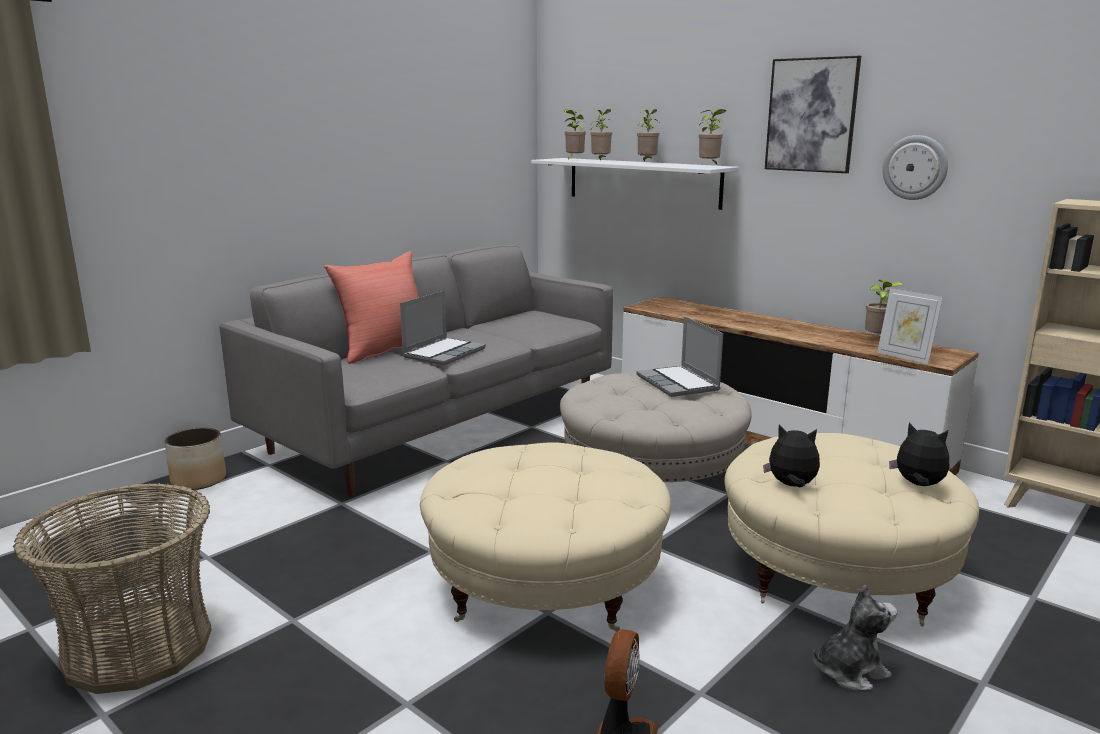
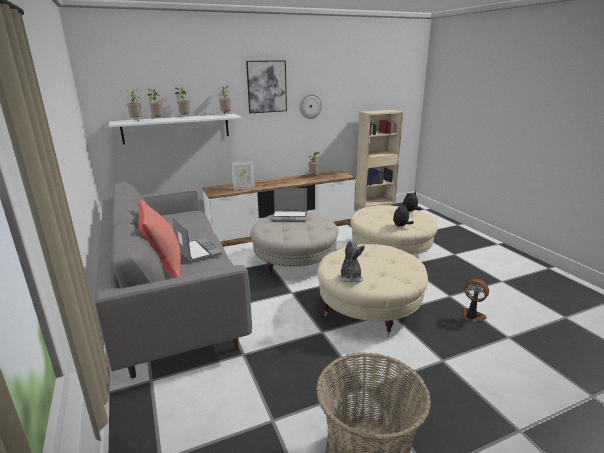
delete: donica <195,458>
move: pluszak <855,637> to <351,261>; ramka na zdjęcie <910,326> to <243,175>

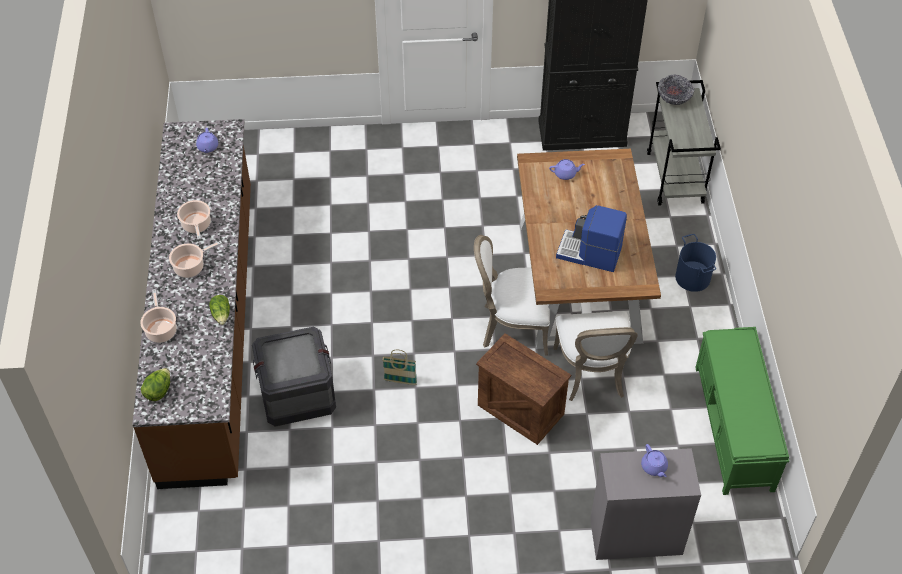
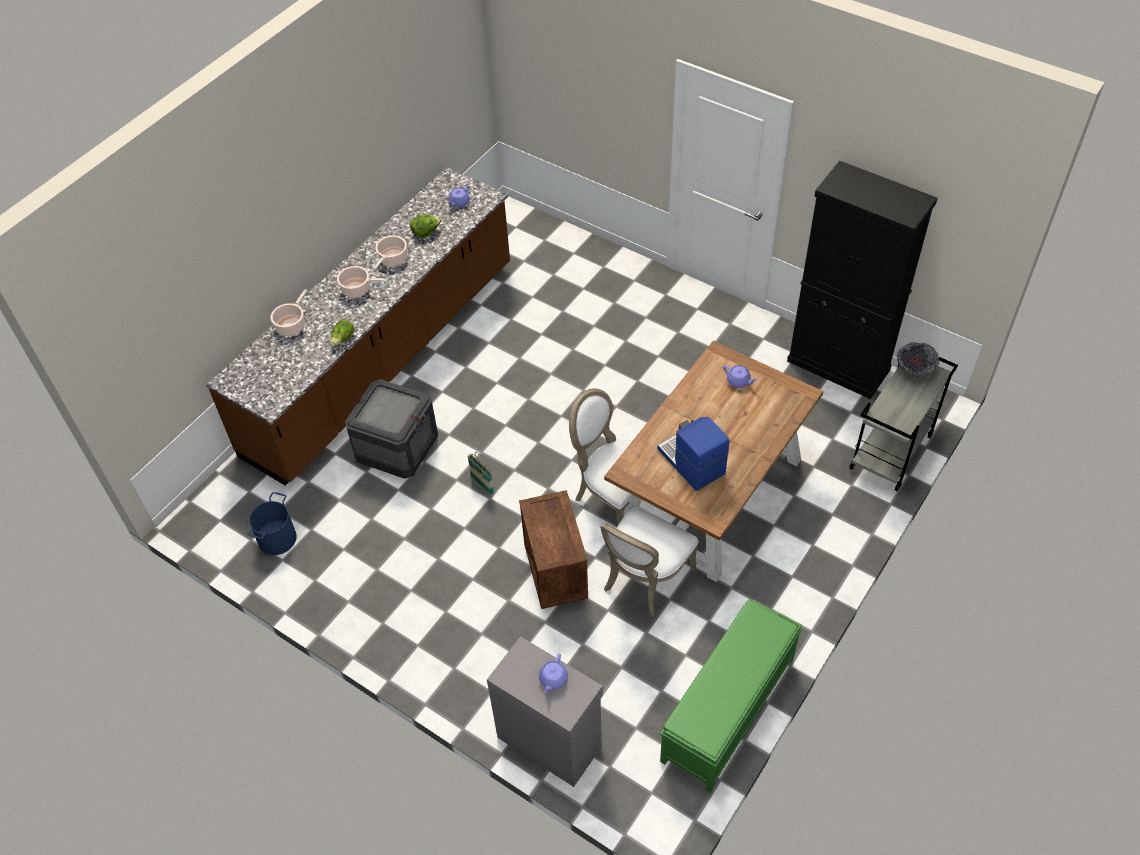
move: sałata <155,384> to <425,226>; wiadro/niebieski <695,263> to <272,523>

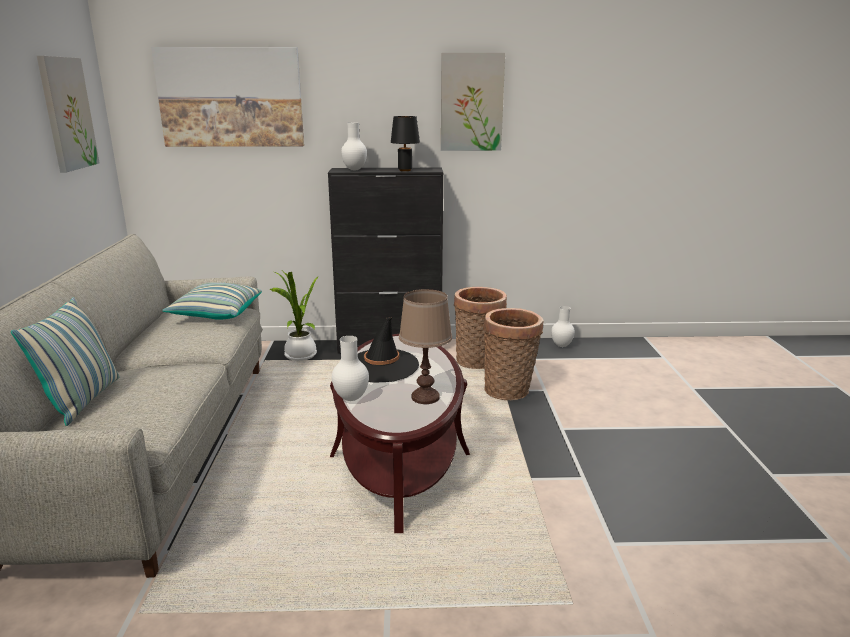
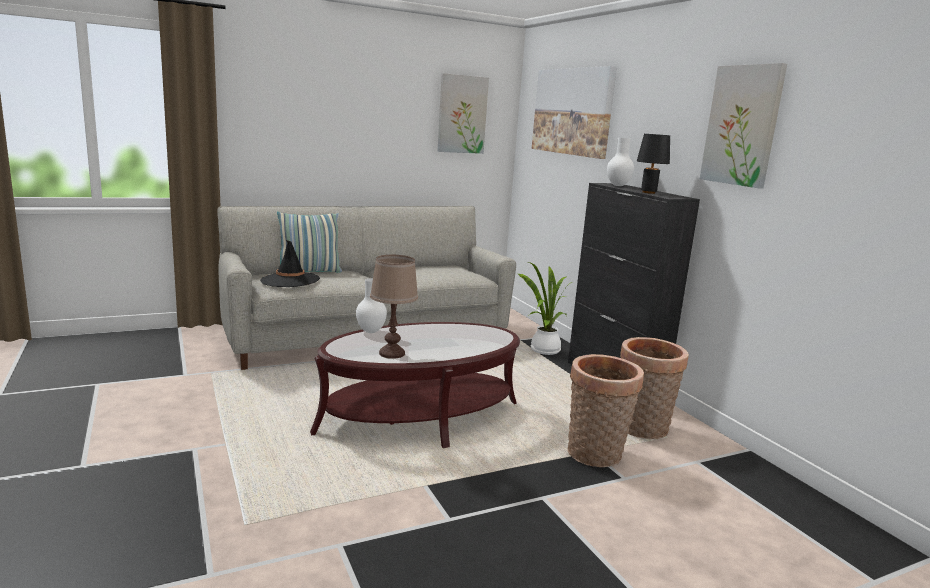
delete: poduszka <212,301>; wazon/biały <563,326>
move: kapelusz/czarny <388,349> to <290,263>

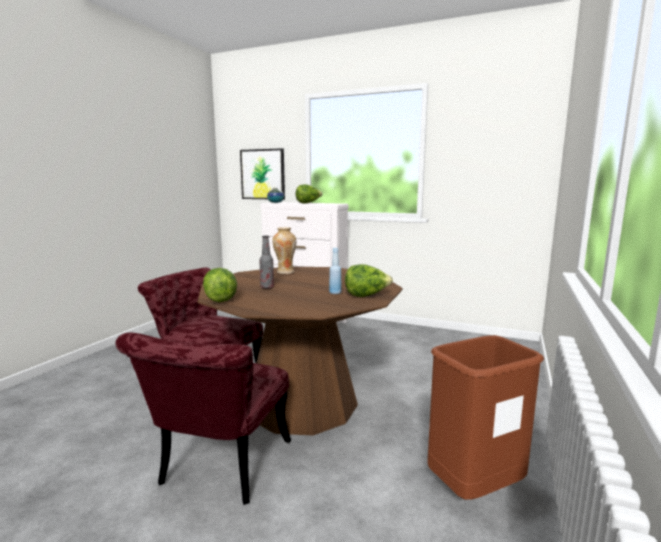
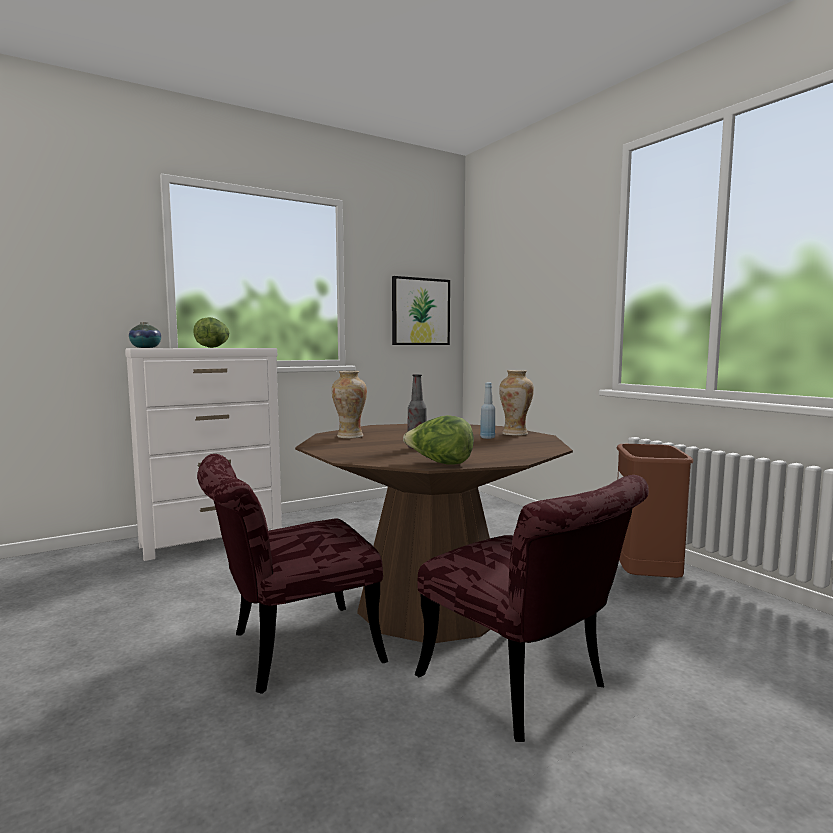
move: obraz <262,174> to <421,310>
replace: sałata <369,280> to wazon <516,403>

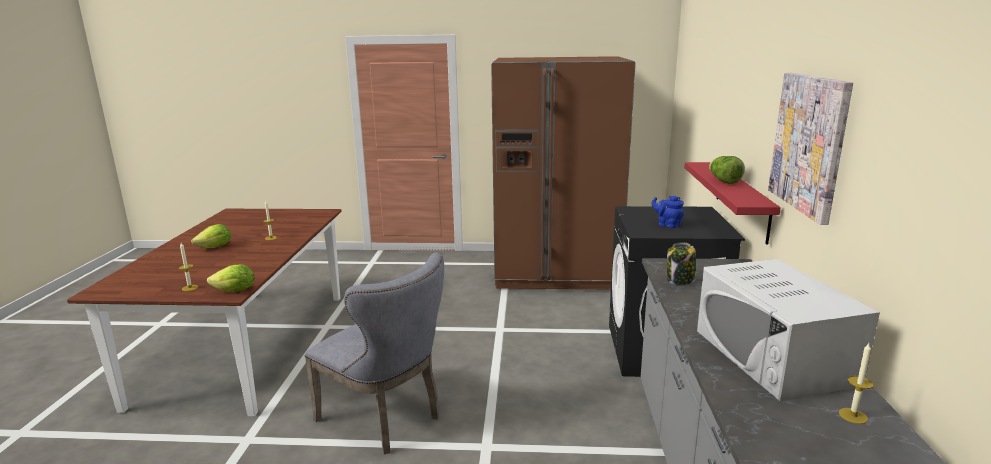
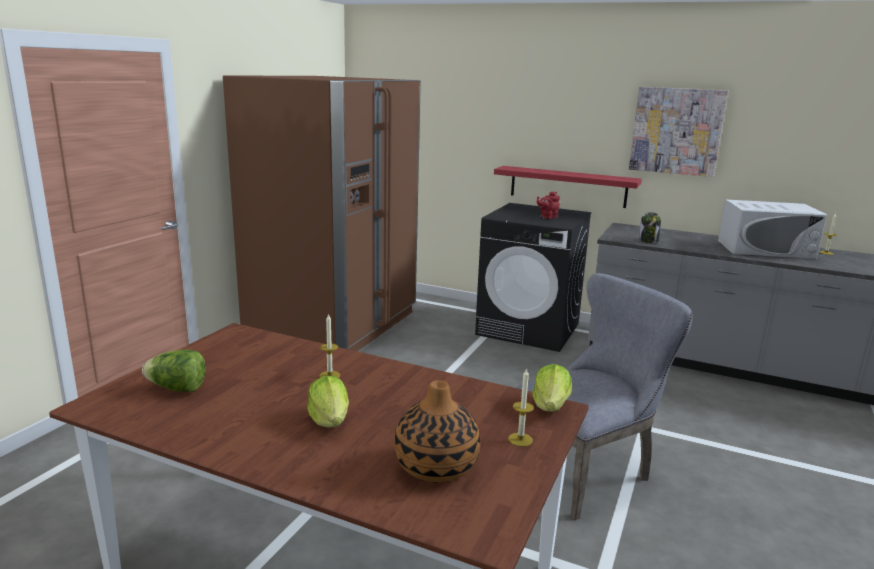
insert: wazon <437,431>
move: sałata <727,170> to <174,371>
recolor: imbryk/niebieski <667,212> to imbryk/czerwony <548,205>

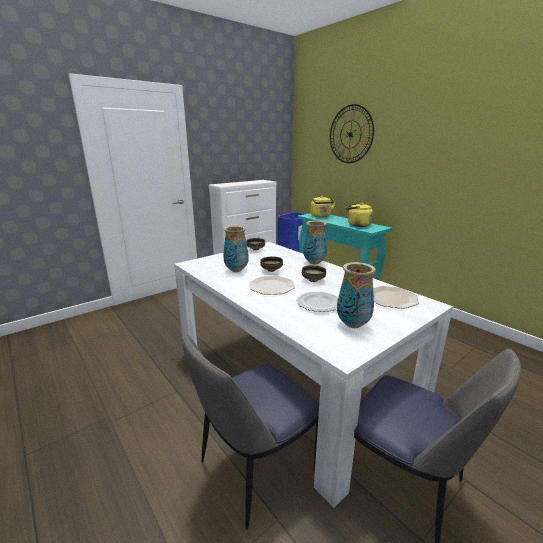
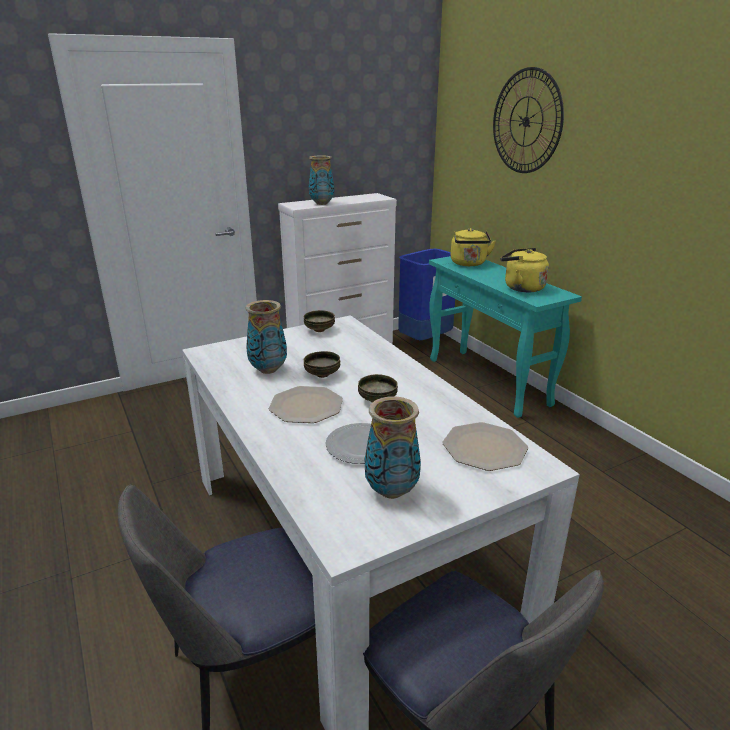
move: wazon <315,242> to <321,180>

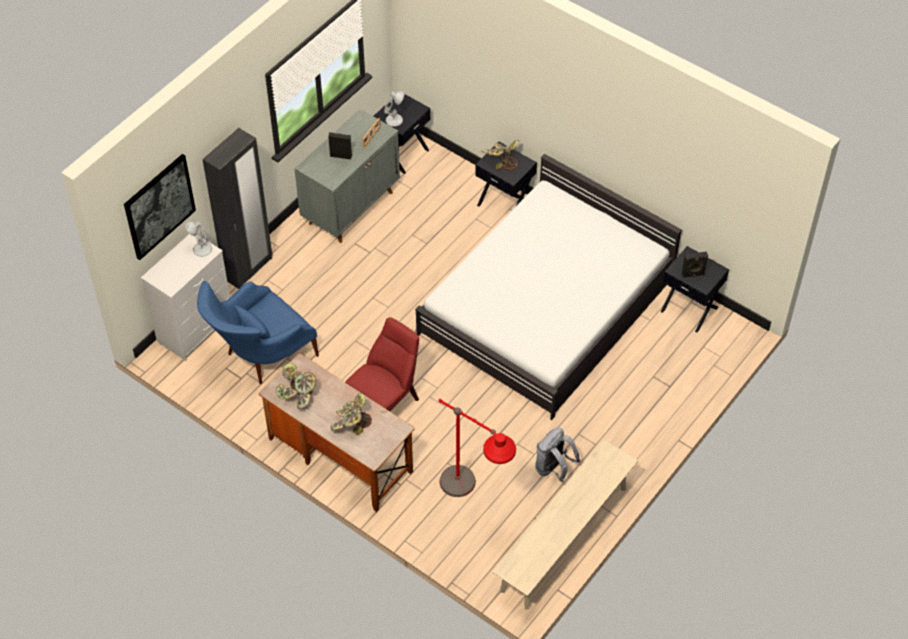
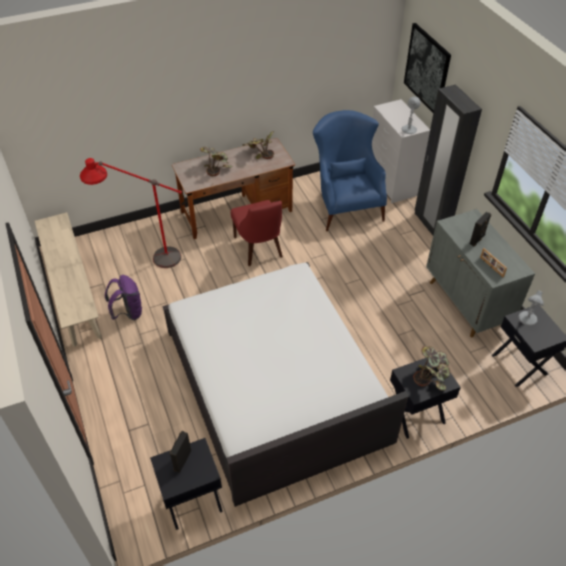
recolor: plecak/szary <557,455> to plecak/fioletowy <124,297>

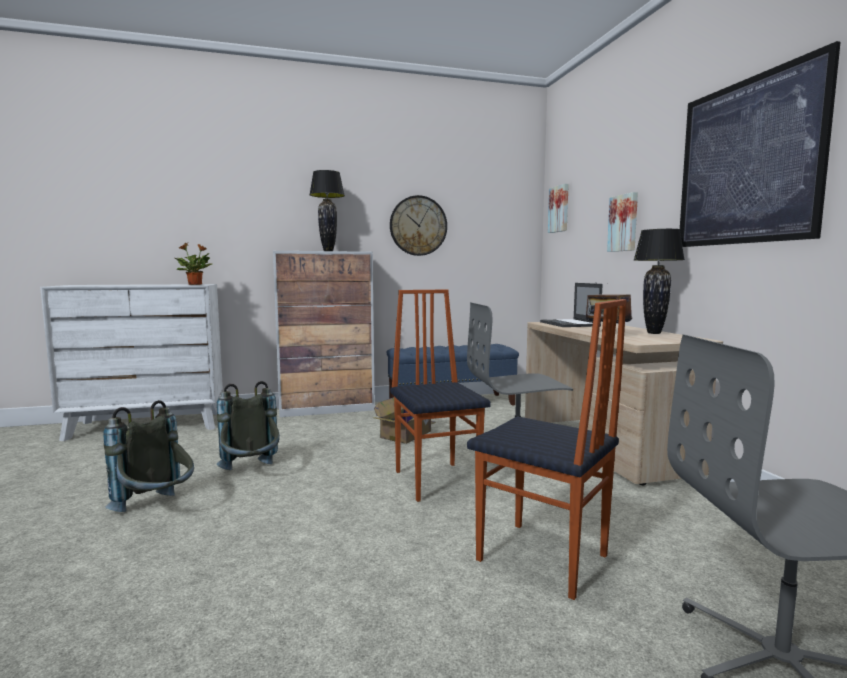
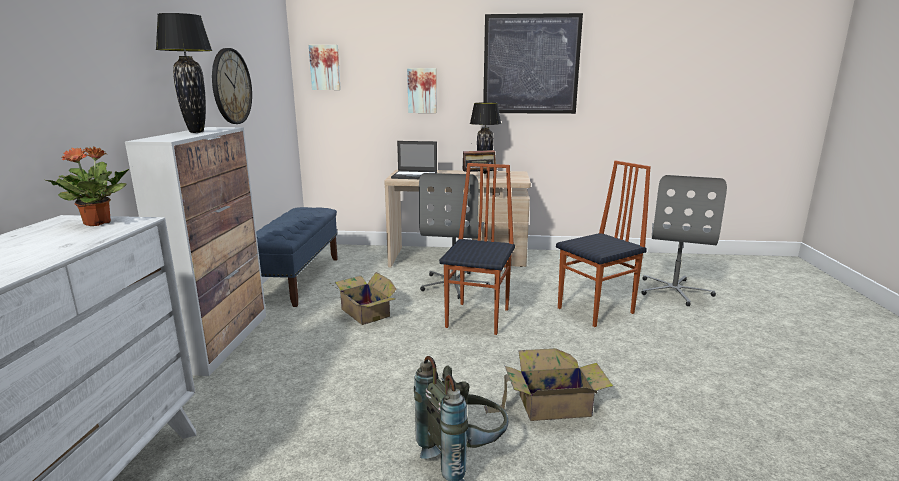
delete: plecak/szary <248,425>
insert: karton <548,384>
rotate: krzesło <440,395> = <477,249> 105 degrees clockwise

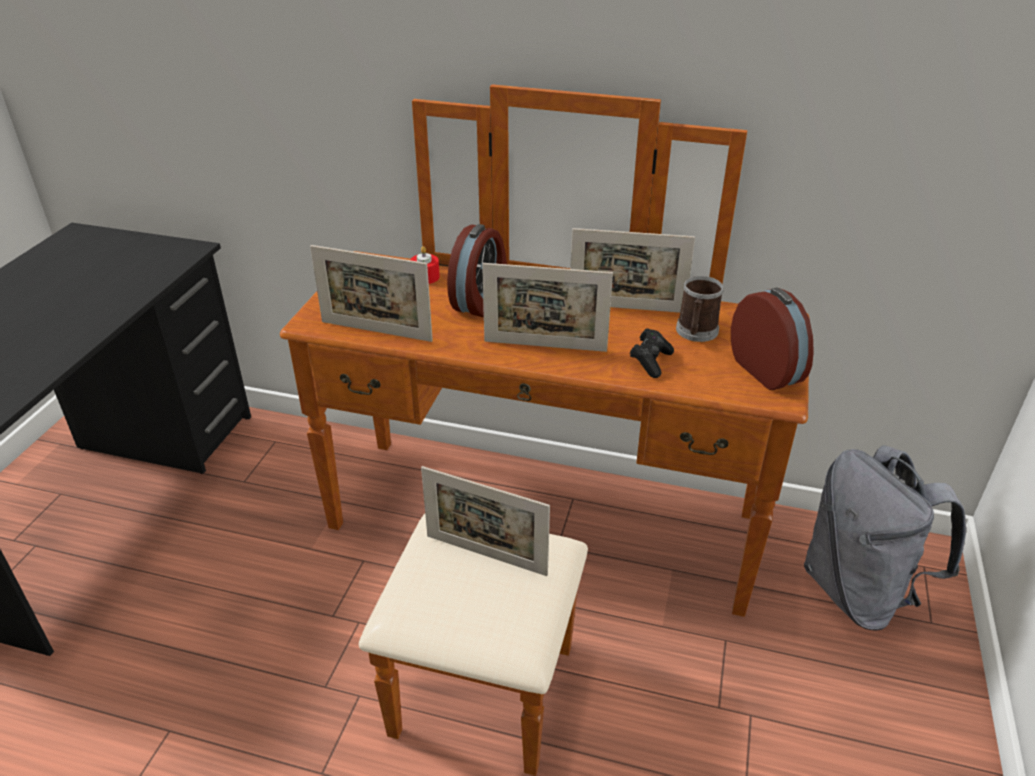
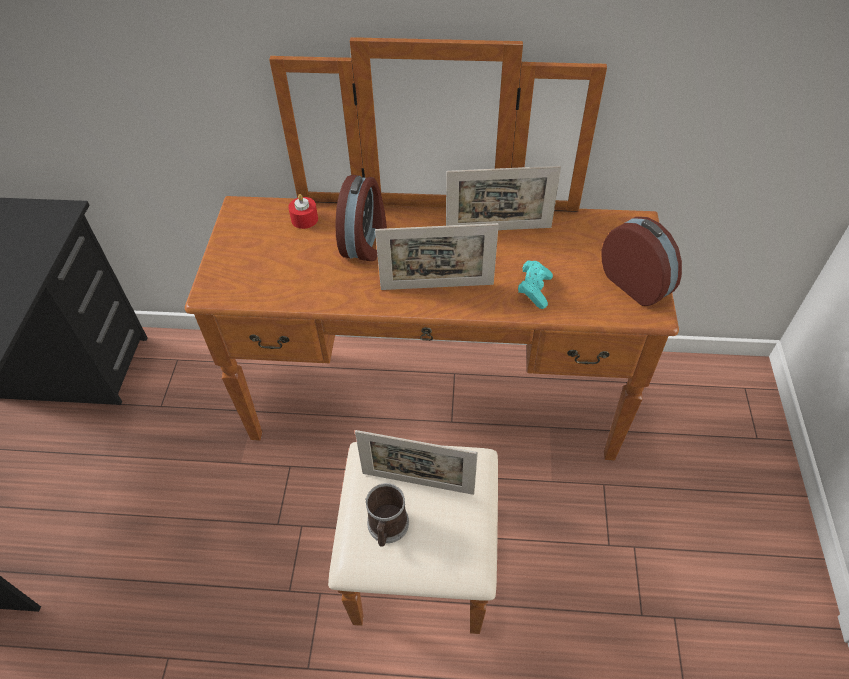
delete: ramka na zdjęcie <371,293>; plecak/szary <885,538>
move: kubek <700,309> to <387,515>
recolor: pad do gier/czarny <652,353> to pad do gier/turkusowy <535,284>

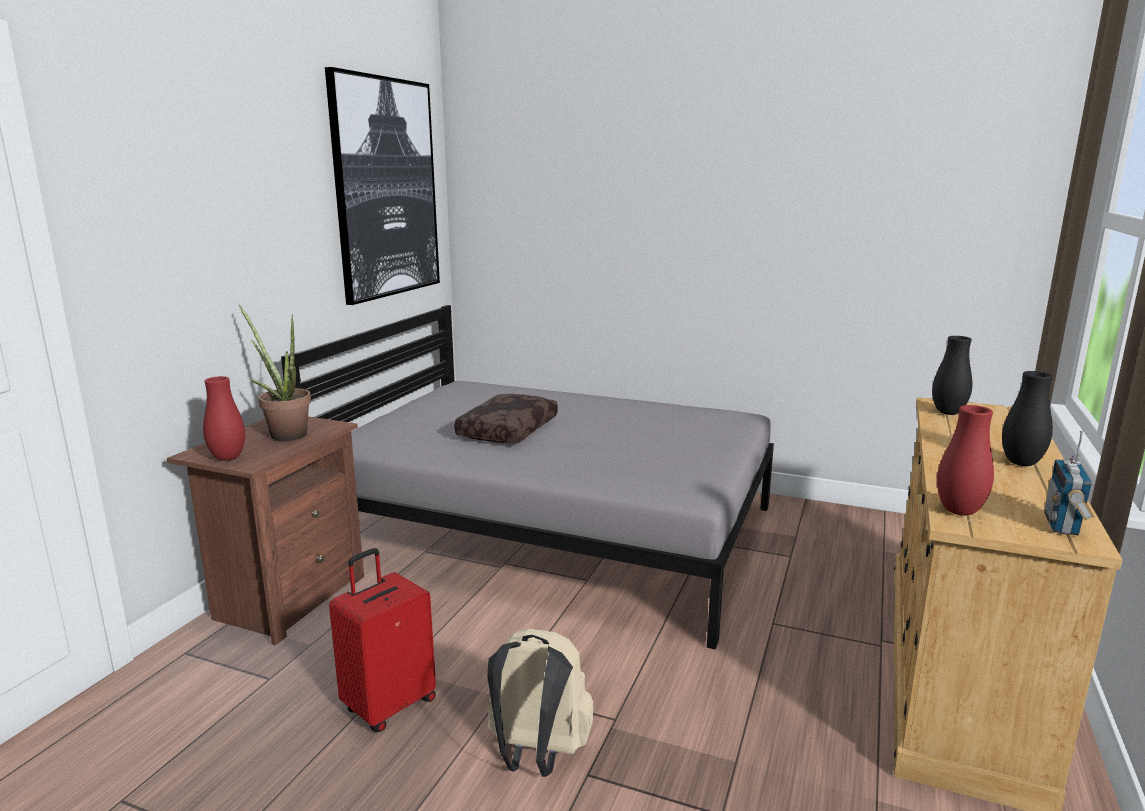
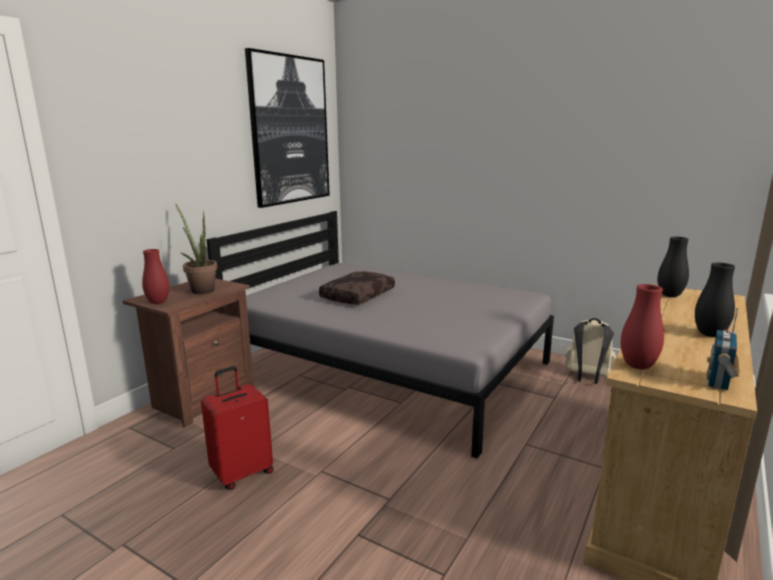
move: plecak/beżowy <540,703> to <590,351>

